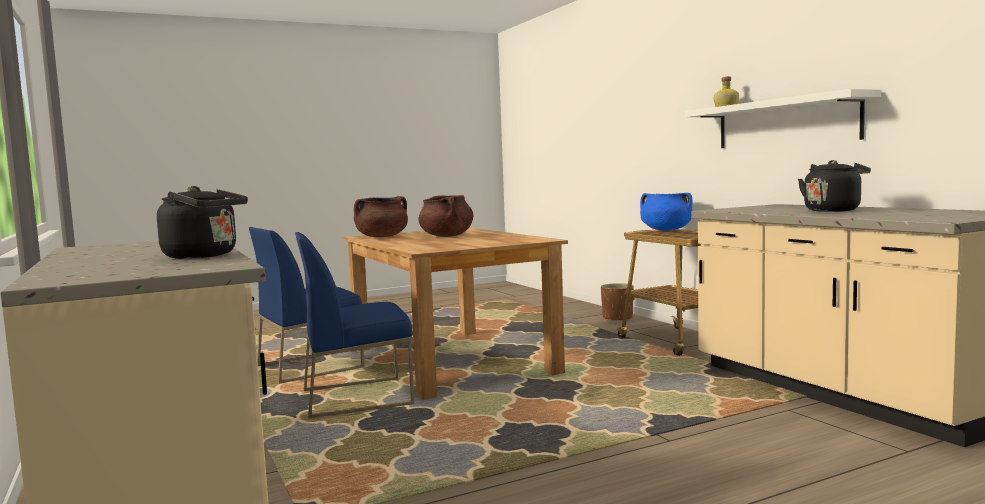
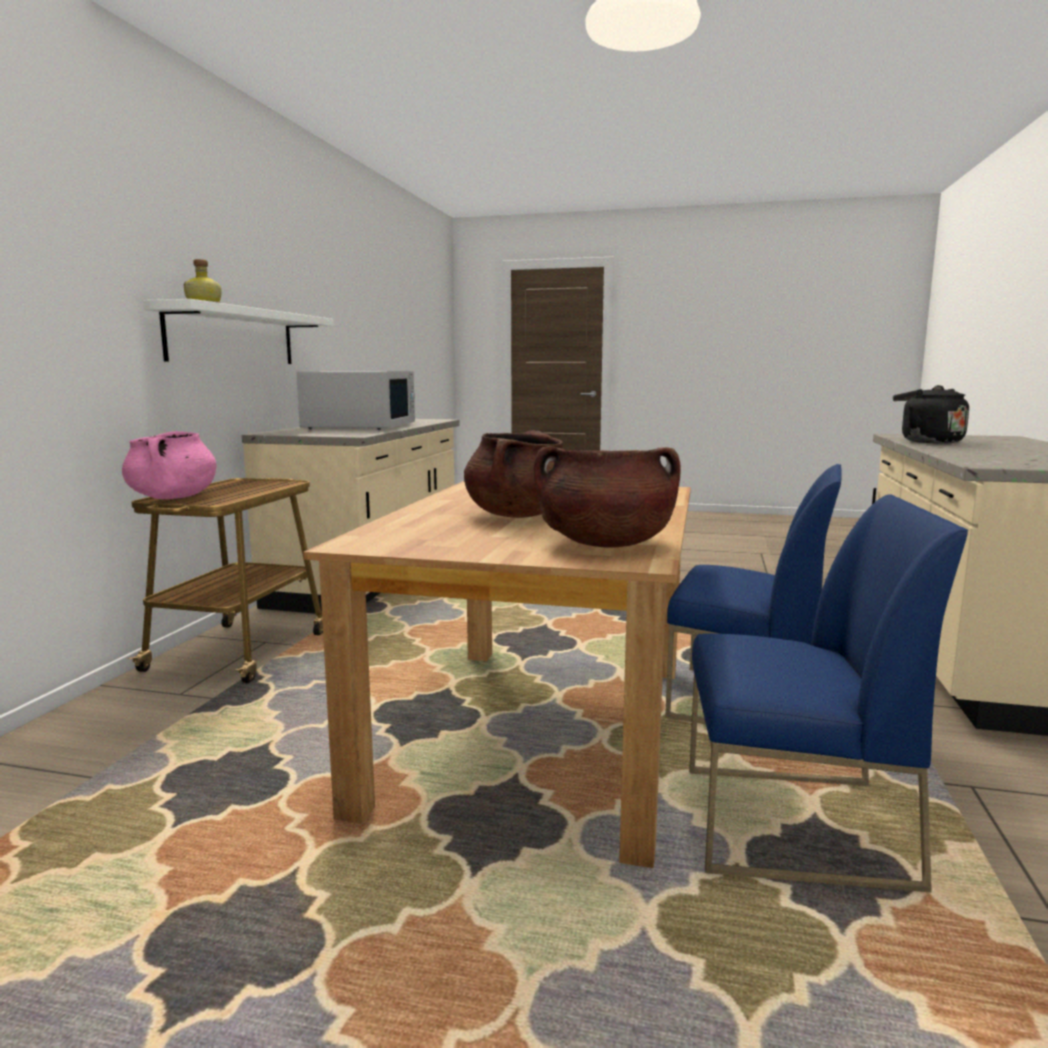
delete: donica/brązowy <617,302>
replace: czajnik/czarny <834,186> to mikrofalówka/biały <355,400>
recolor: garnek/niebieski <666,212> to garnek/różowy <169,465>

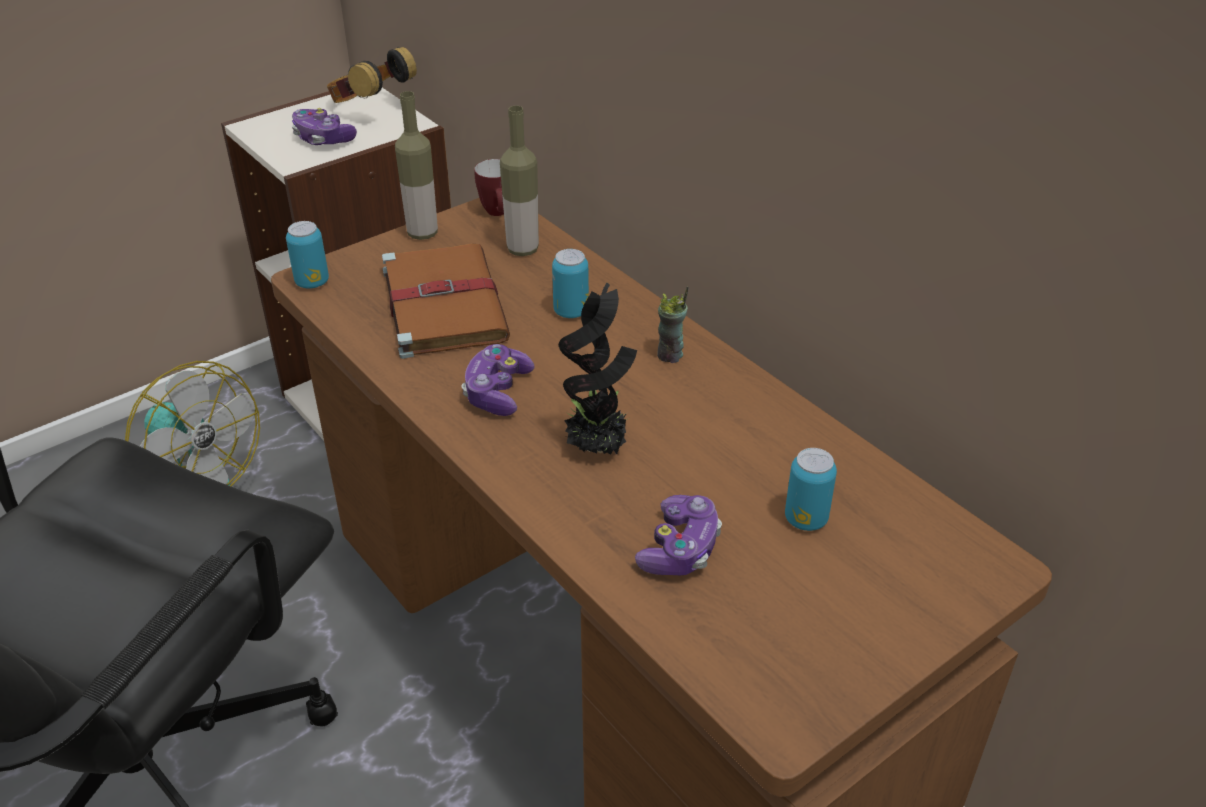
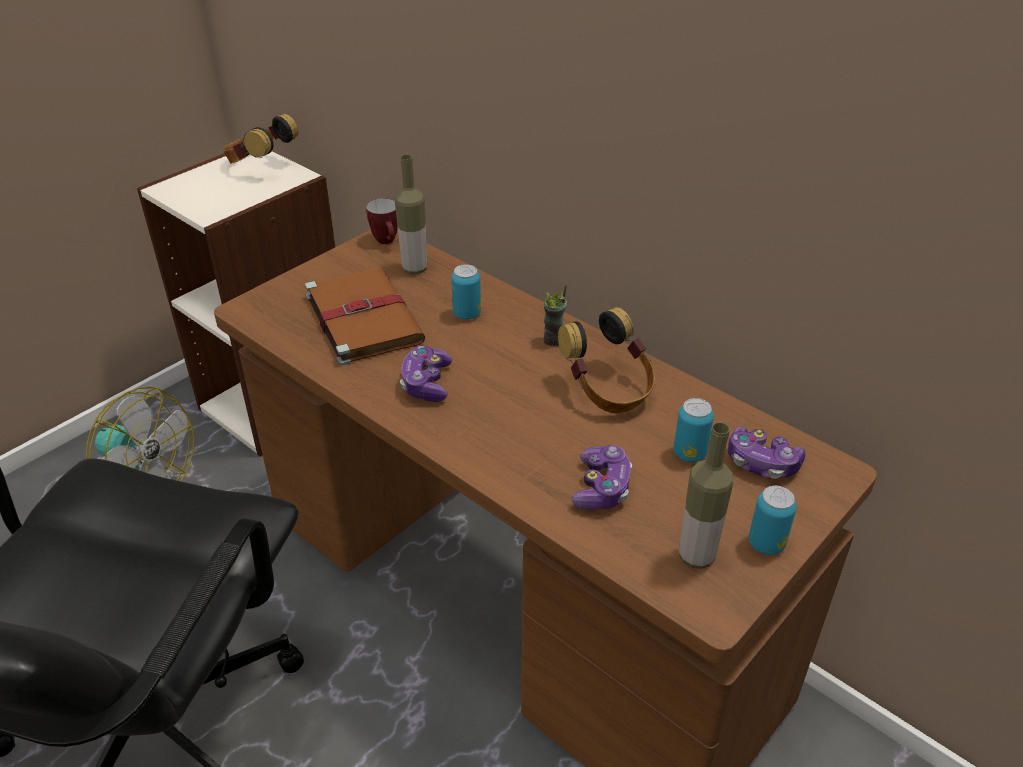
delete: roślina doniczkowa <598,369>
insert: słuchawki <606,360>
move: puszka <307,255> to <773,520>; pad do gier <324,126> to <766,453>; butelka <416,165> to <706,495>

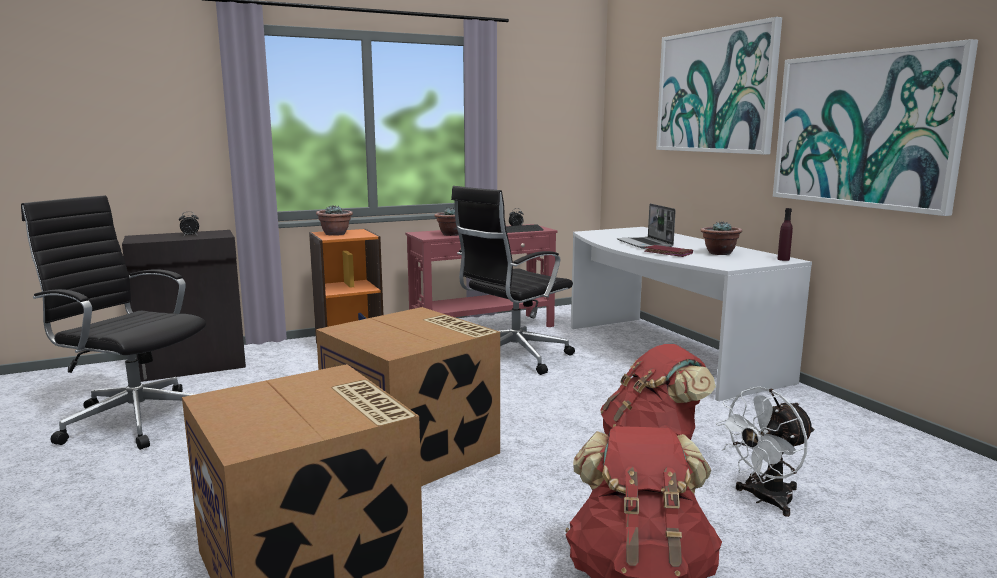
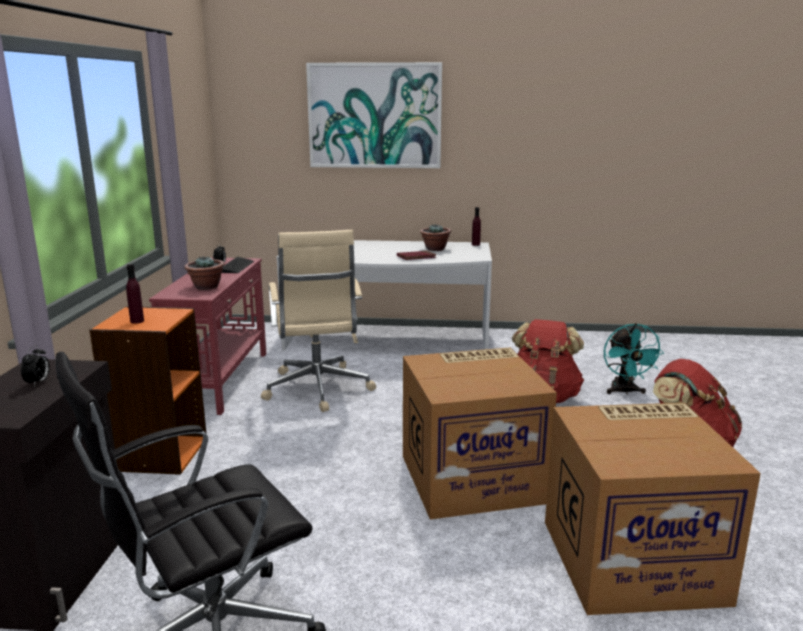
delete: laptop <646,226>; obraz <875,127>
replace: roślina doniczkowa <334,220> to butelka/fioletowy <135,294>
recolor: krzesło biurowe/czarny <513,280> to krzesło biurowe/beżowy <318,321>; wentylator/biały <765,451> to wentylator/turkusowy <634,359>

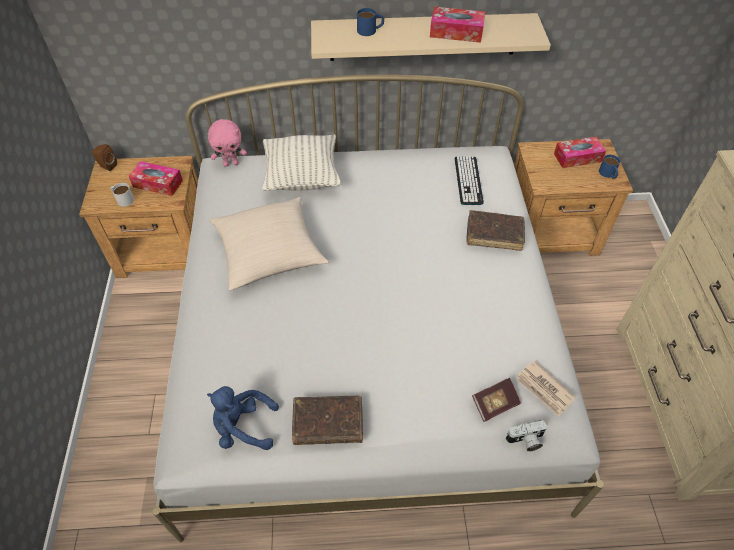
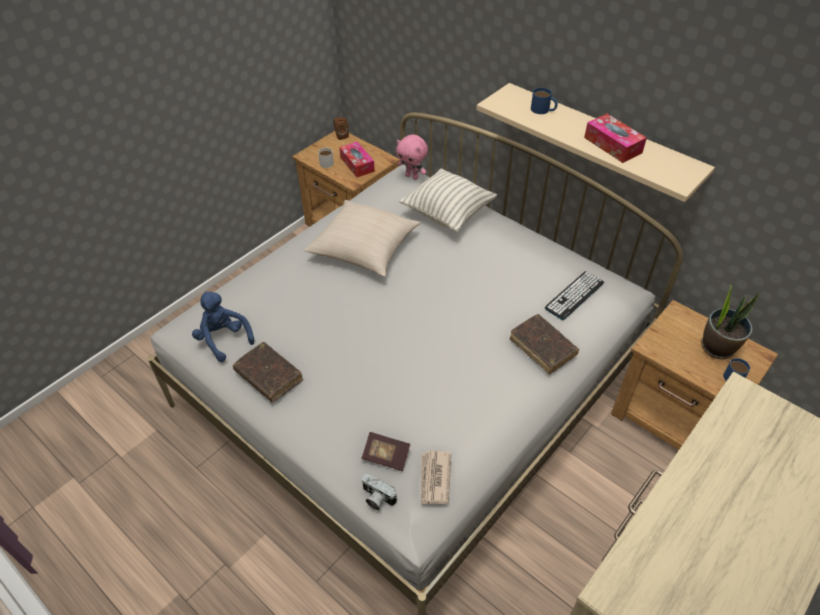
replace: pudełko chusteczek <580,152> to roślina doniczkowa <730,321>

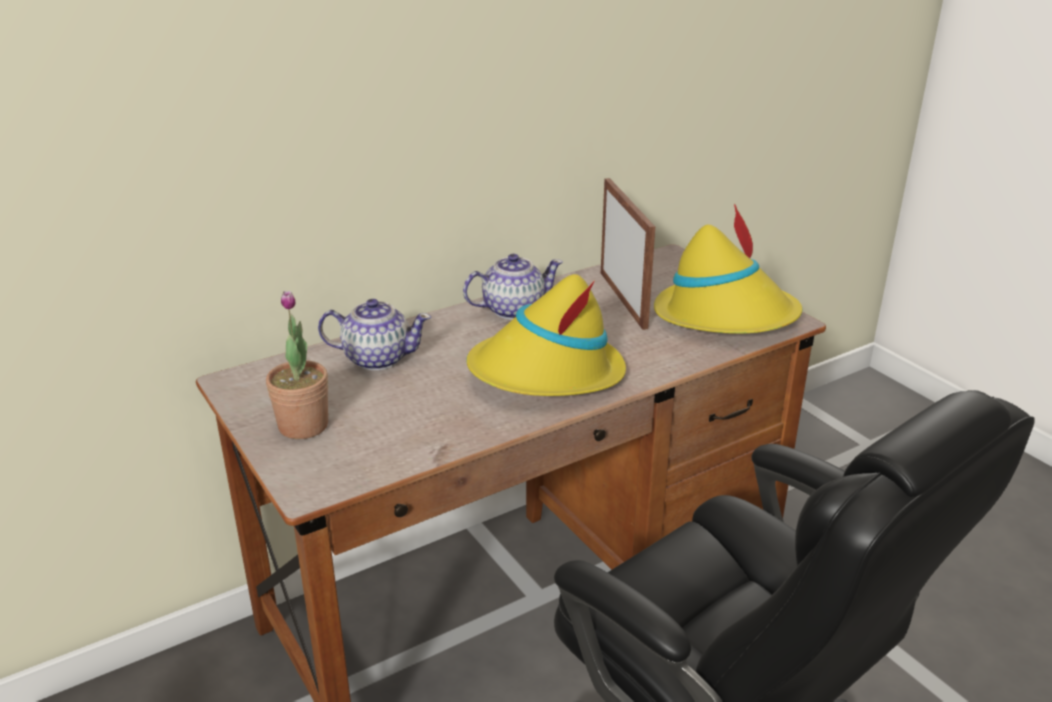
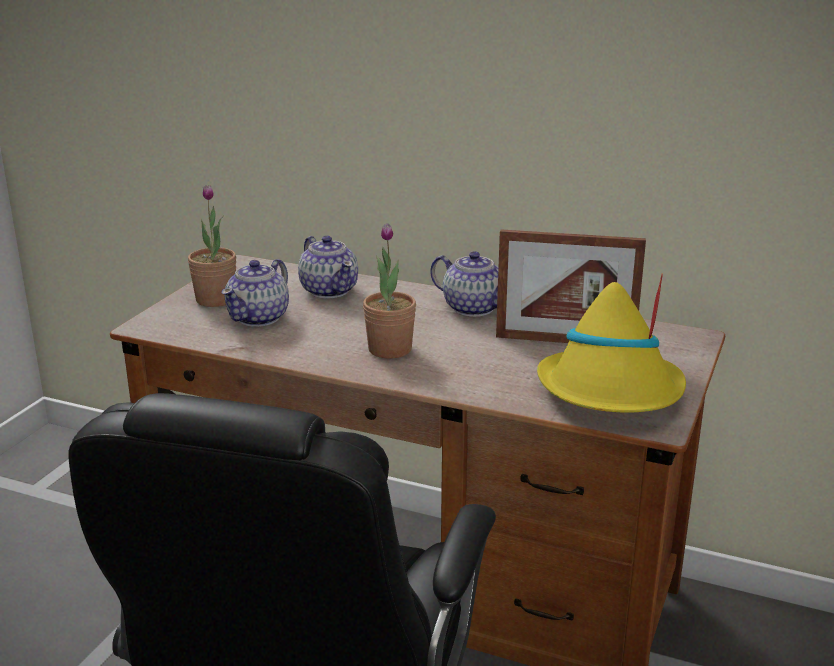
insert: imbryk <255,293>
replace: kapelusz/żółty <546,335> to roślina doniczkowa <389,290>
rotate: ramka na zdjęcie <628,254> = <571,286> 60 degrees clockwise

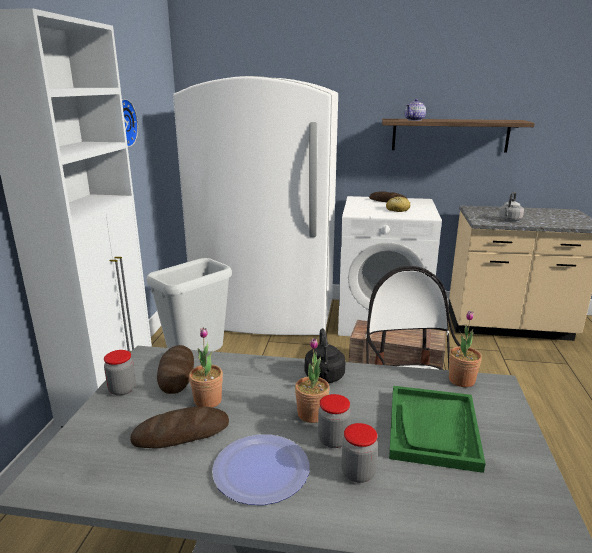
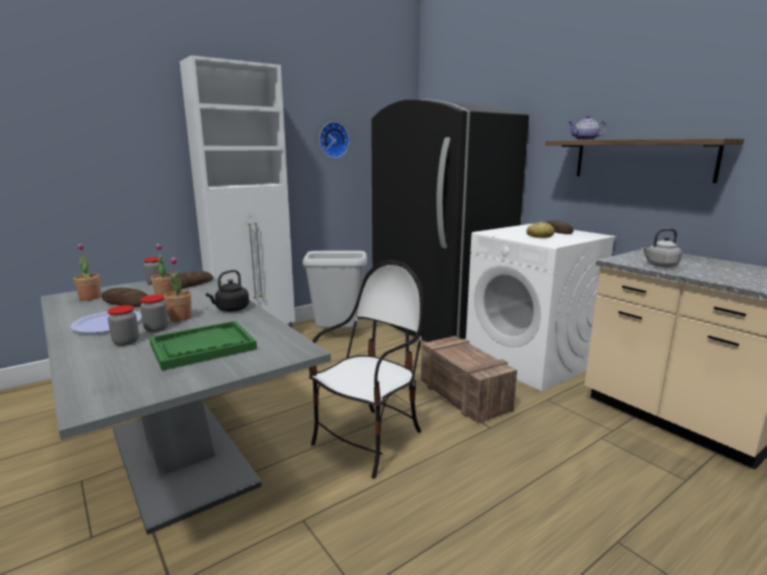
move: roślina doniczkowa <465,349> to <87,272>
recolor: lodówka/biały <255,205> to lodówka/czarny <450,220>

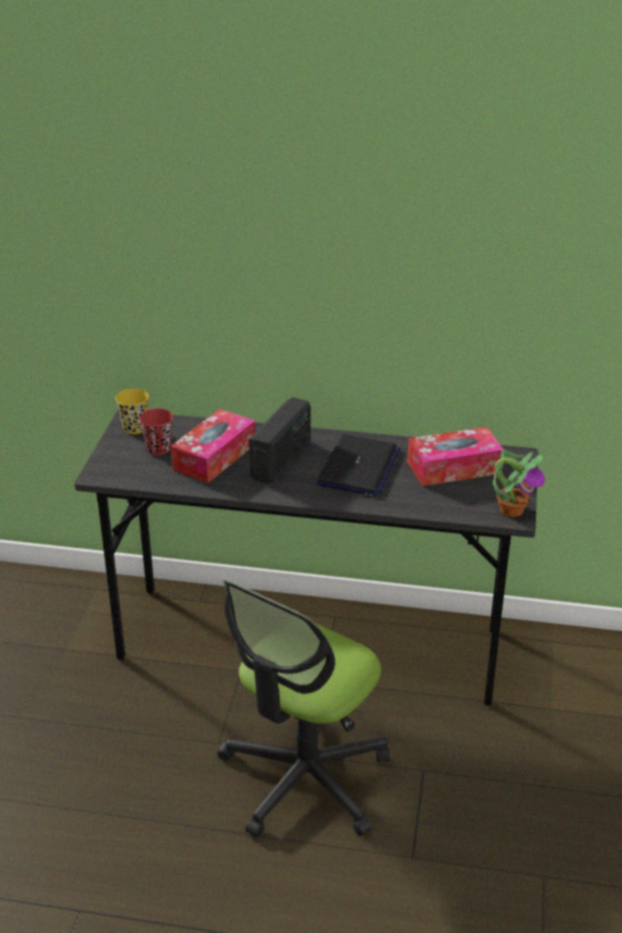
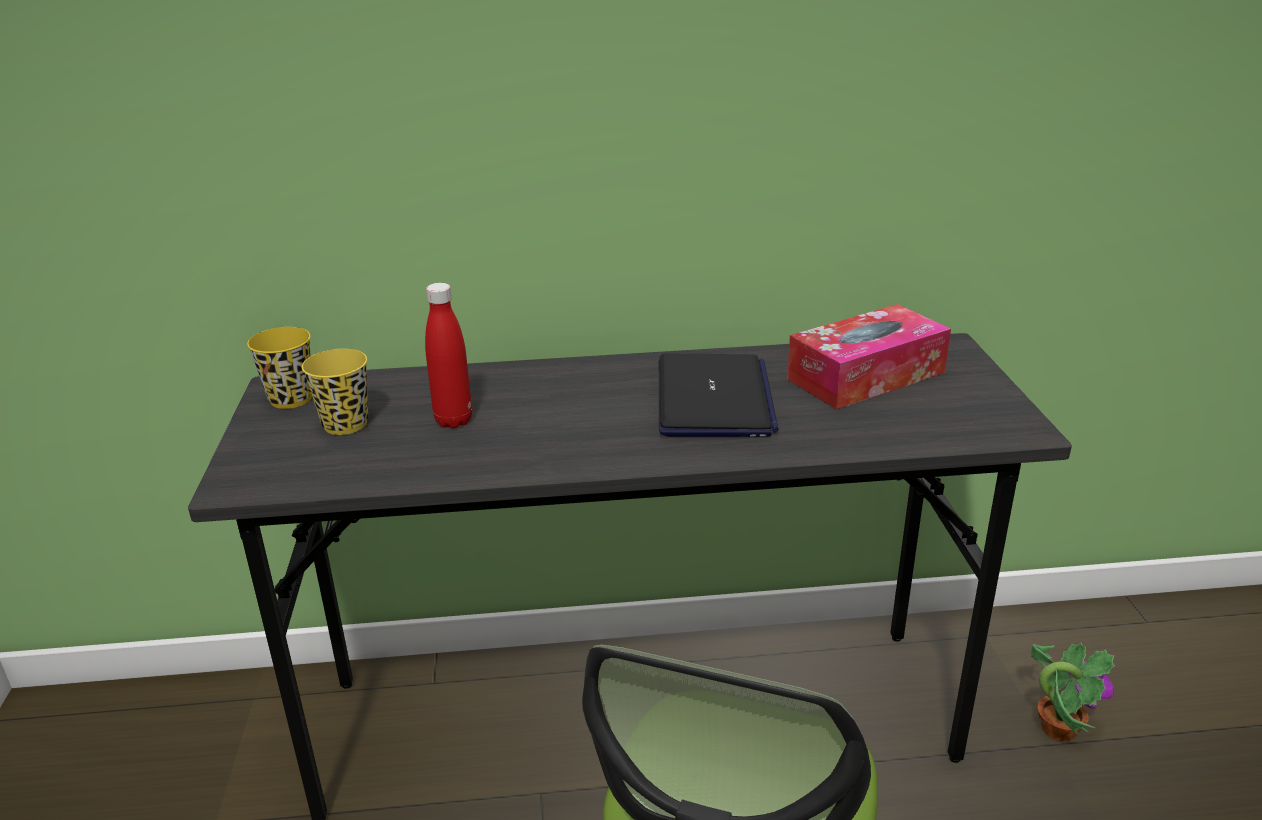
delete: radio <280,440>
move: roślina doniczkowa <519,483> to <1073,692>
replace: pudełko chusteczek <213,446> to butelka/czerwony <448,355>
recolor: filiżanka/czerwony <156,432> to filiżanka/żółty <335,392>

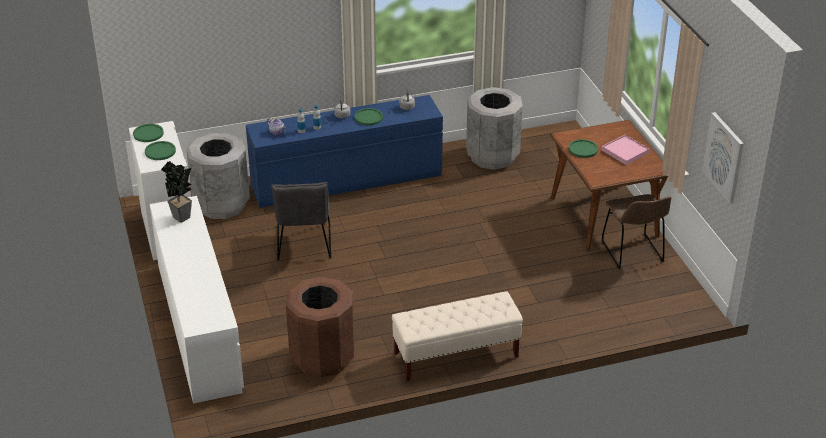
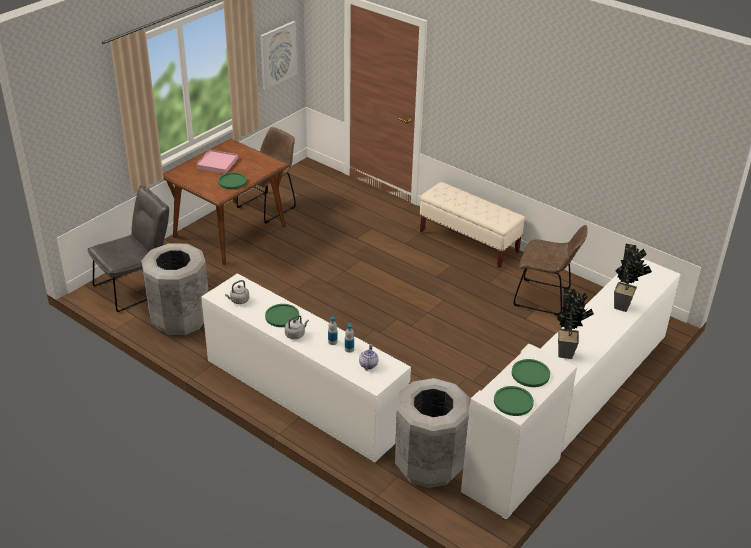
insert: roślina doniczkowa <633,278>
move: krzesło/szary <301,221> to <128,248>
replace: kosz na śmieci/brązowy <320,327> to krzesło/brązowy <550,270>
recolor: komoda/niebieski <344,151> to komoda/biały <306,368>

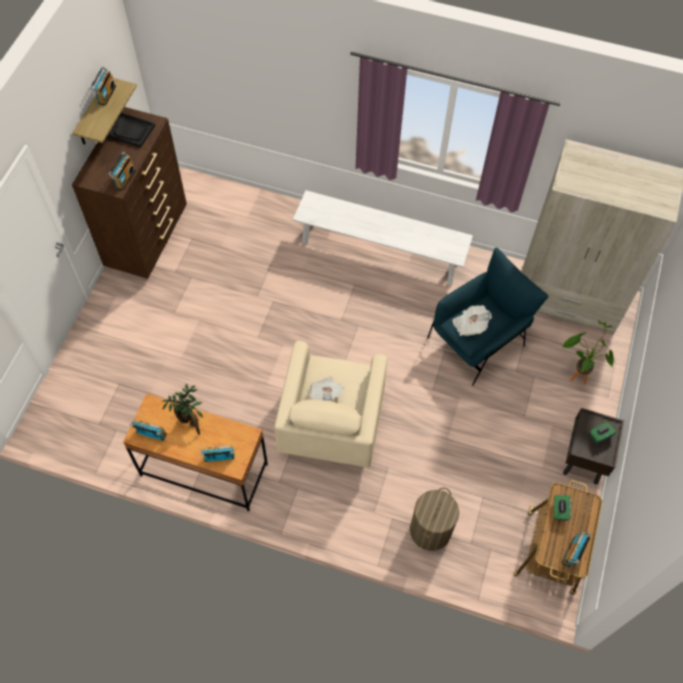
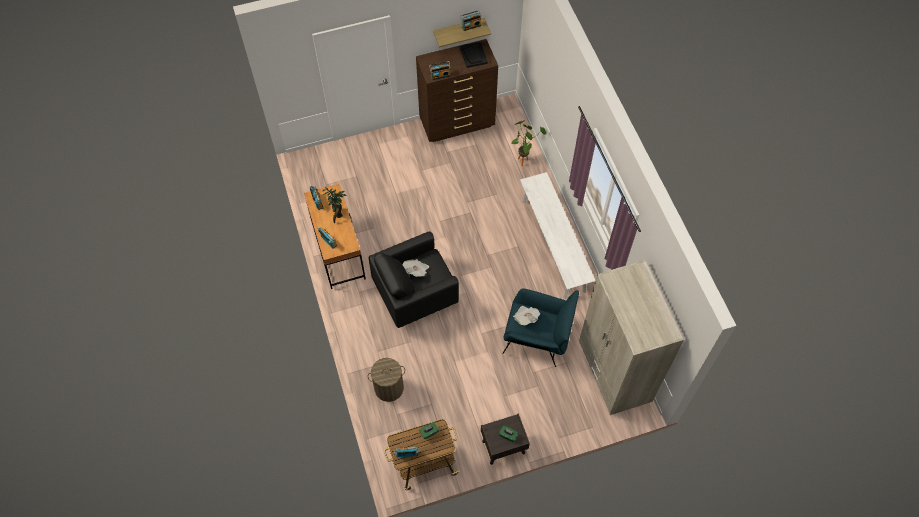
move: roślina doniczkowa <588,352> to <529,143>
recolor: fotel/beżowy <331,404> to fotel/czarny <414,280>

